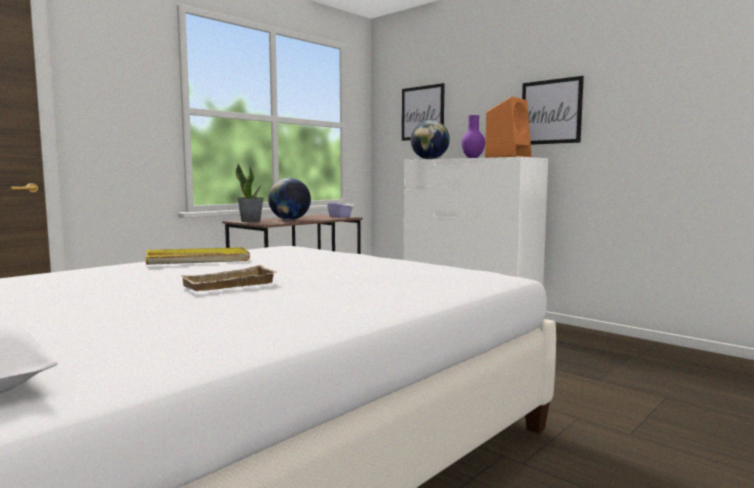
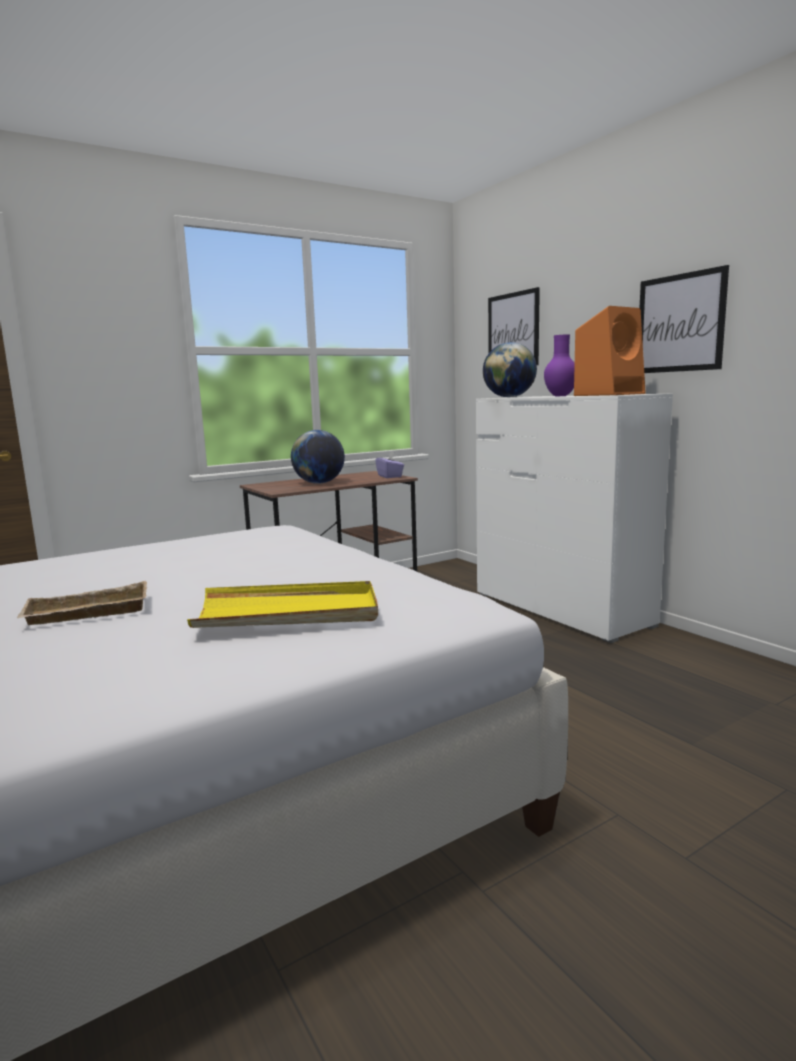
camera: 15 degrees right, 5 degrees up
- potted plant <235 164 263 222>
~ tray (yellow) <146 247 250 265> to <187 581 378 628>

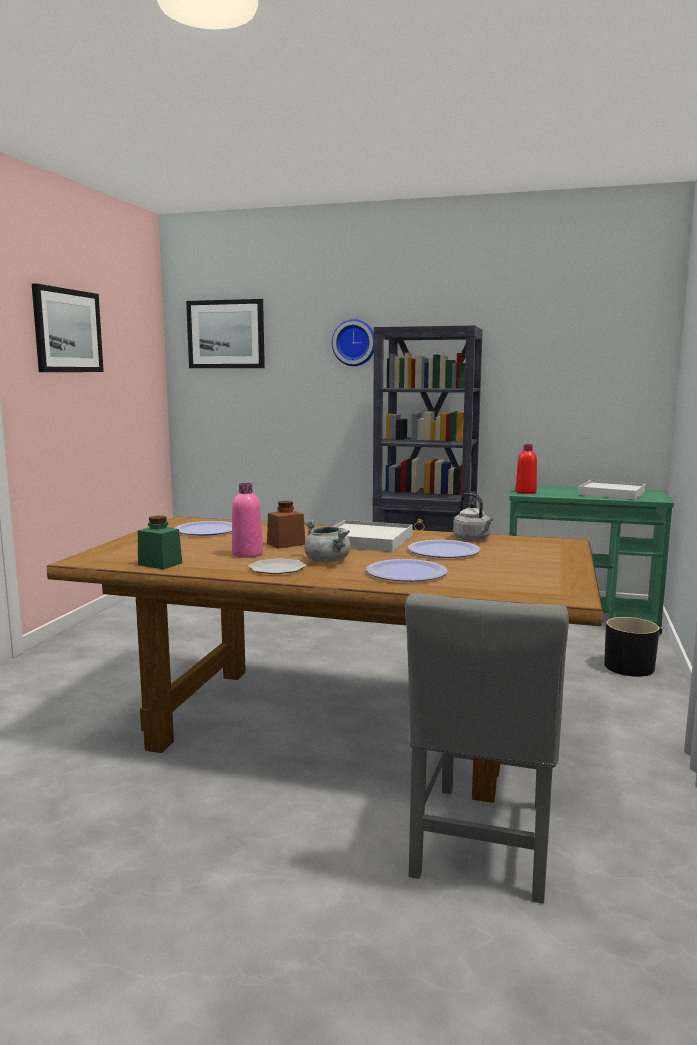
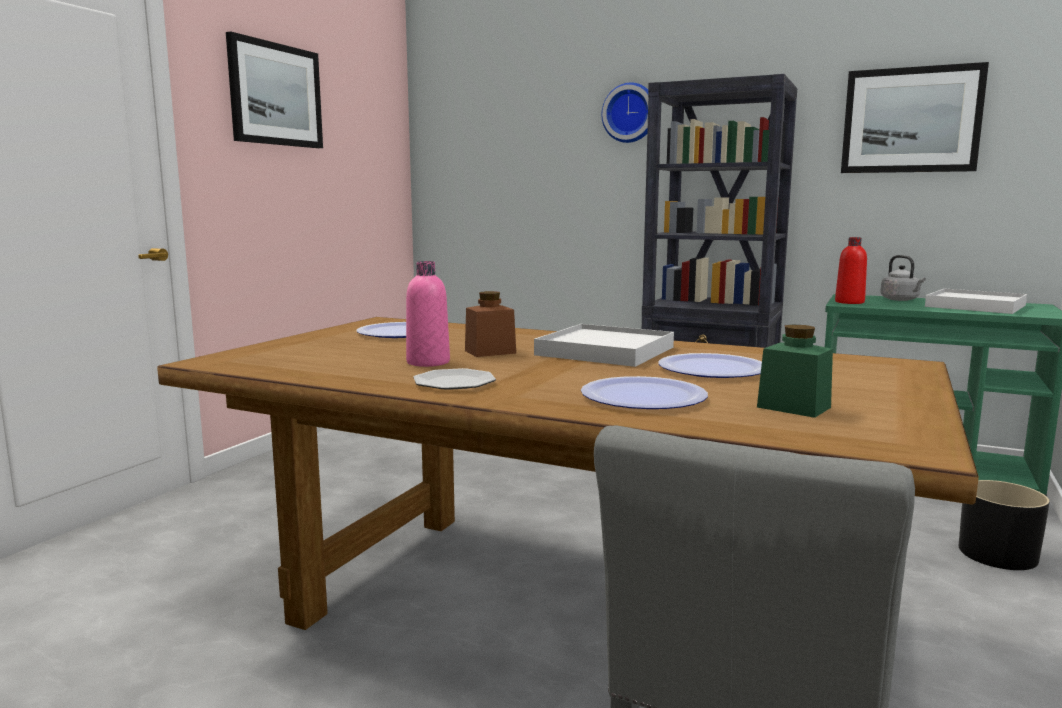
camera: 10 degrees right, 0 degrees up
- cooking pot (grey) <304 519 350 562>
~ jar (green) <138 516 182 569> to <757 325 833 418>
~ picture <186 299 265 368> to <841 62 989 173>
~ kettle (grey) <453 493 493 541> to <880 255 926 301>

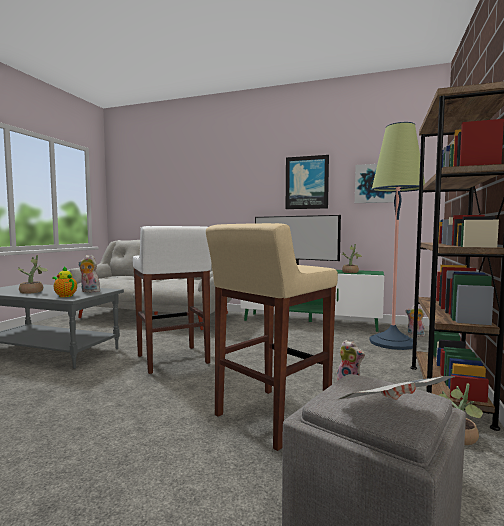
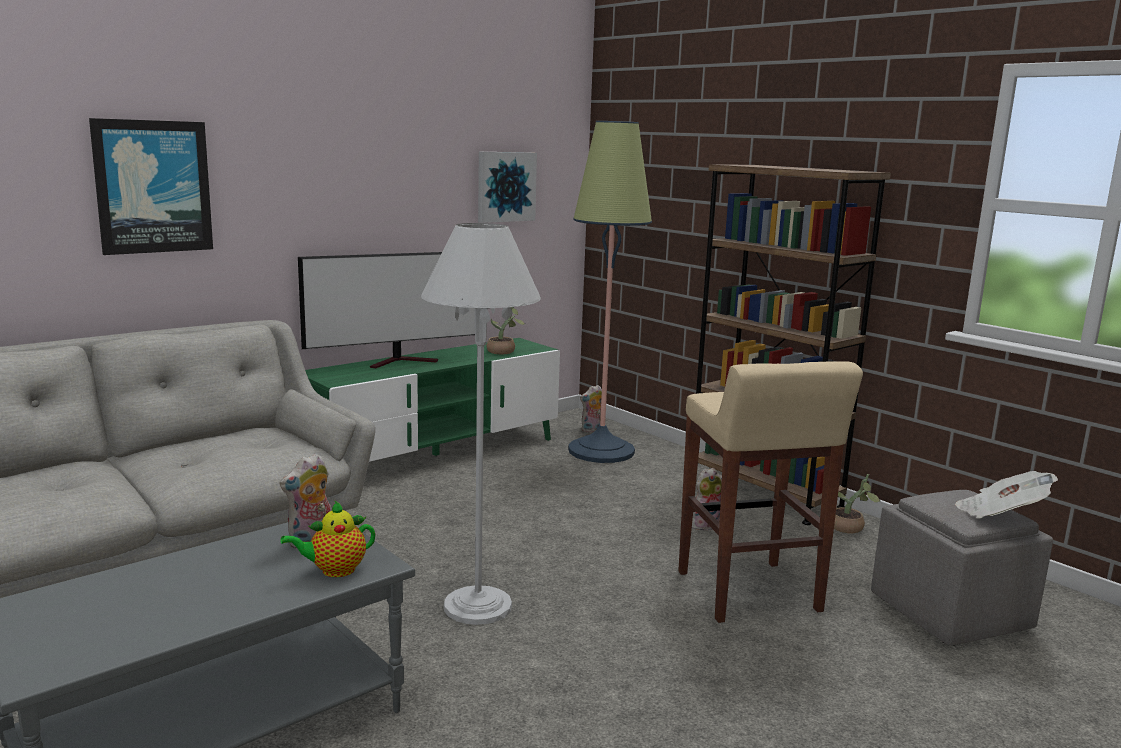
camera: 60 degrees left, 10 degrees up
- potted plant <18 255 48 294>
~ picture <286 155 329 209> to <89 118 213 255>
~ stool (white) <133 226 211 374> to floor lamp (white) <421 223 541 625>

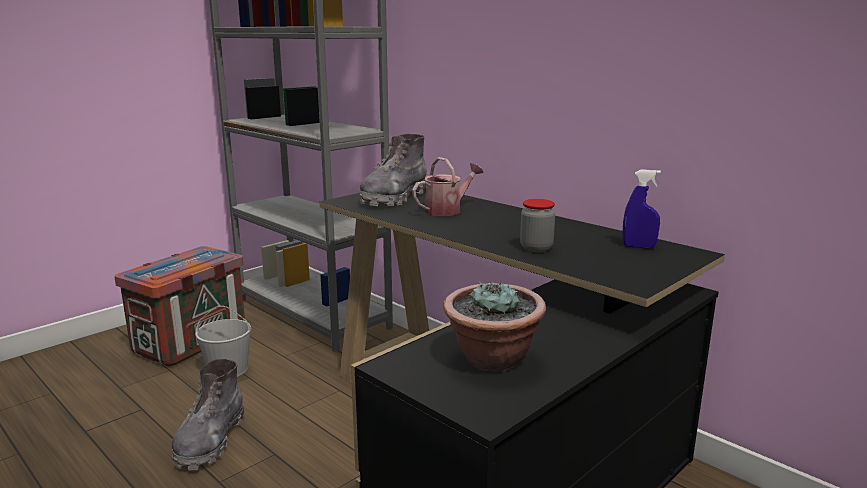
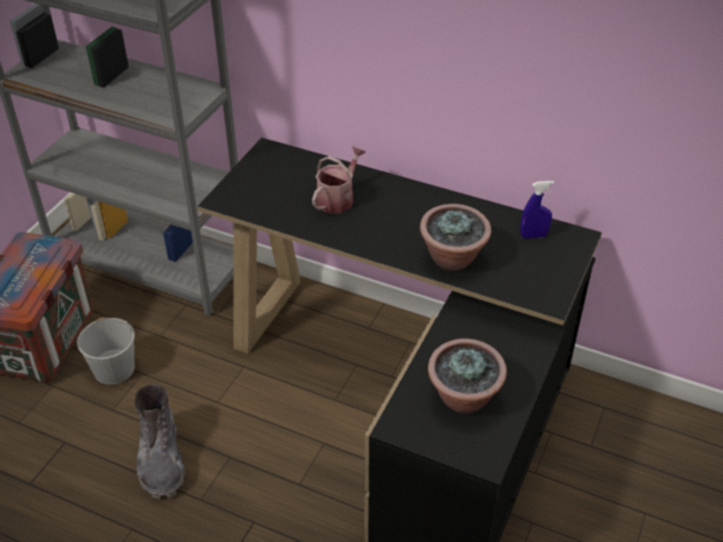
camera: 20 degrees left, 25 degrees up
- boot (grey) <360 134 427 206>
~ jar <520 199 555 252> to potted plant <420 204 491 271>

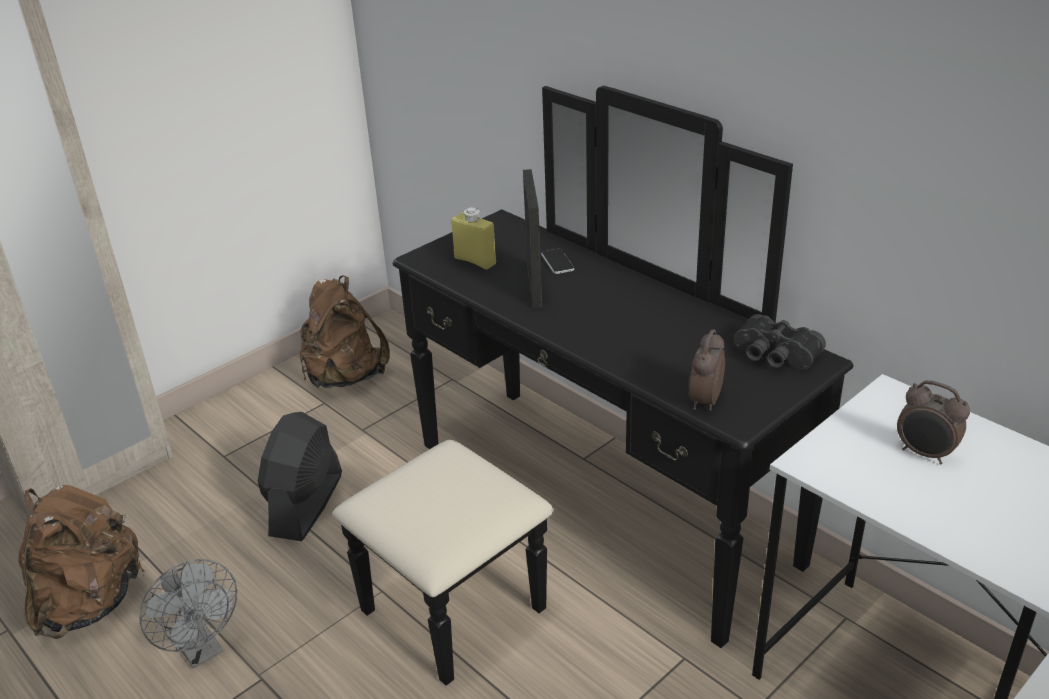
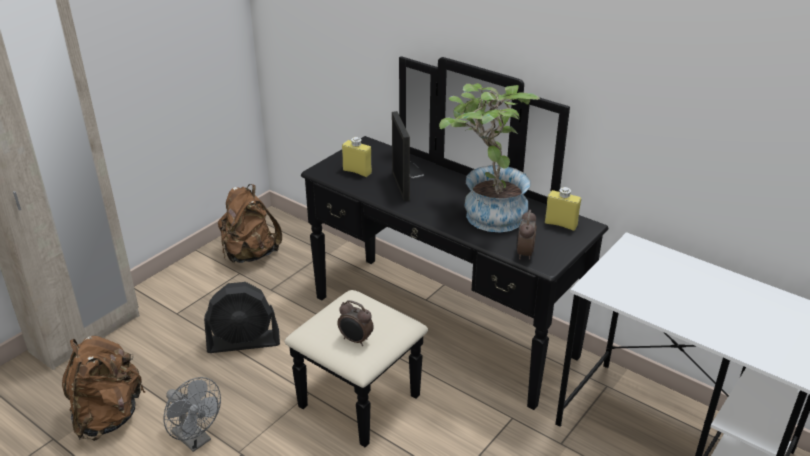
camera: 10 degrees left, 0 degrees up
+ potted plant <439 83 540 233>
~ alarm clock <897 380 970 464> to <337 300 374 346>
~ binoculars (black) <734 314 826 370> to bottle (yellow) <545 187 581 231>
~ fan (black) <258 412 342 541> = <204 282 280 353> 105 degrees counterclockwise

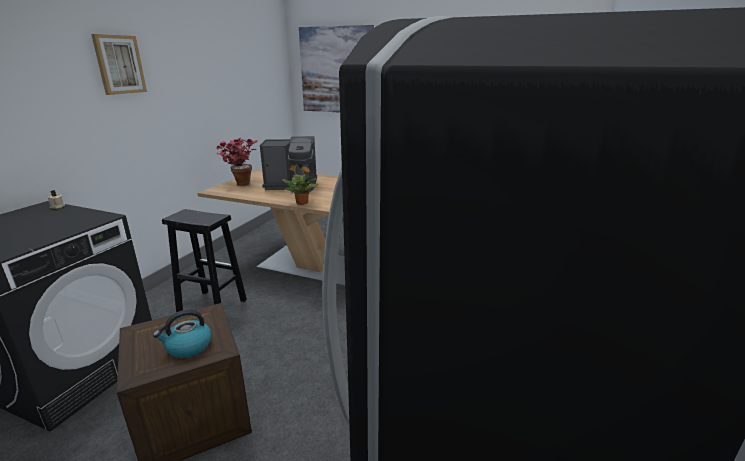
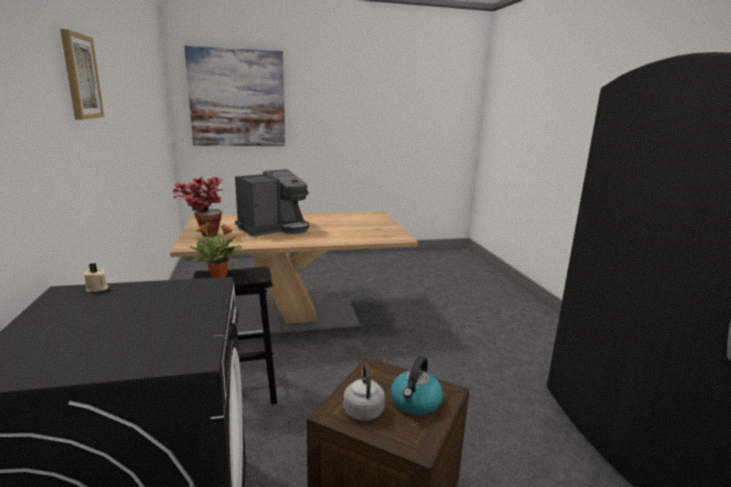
camera: 35 degrees left, 5 degrees down
+ kettle (grey) <344 363 385 421>
~ potted plant <282 164 319 205> to <189 222 243 278>

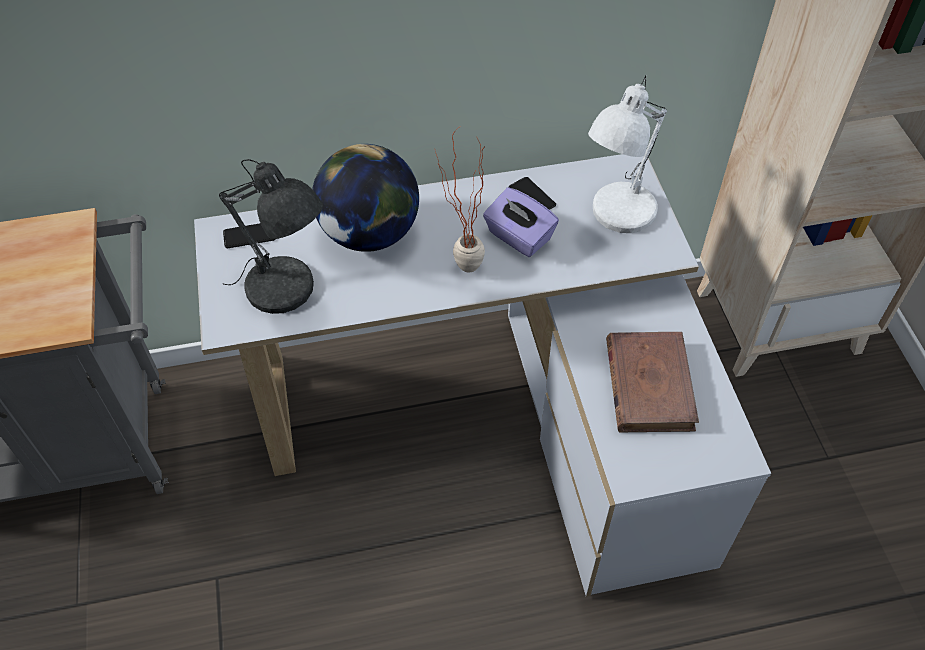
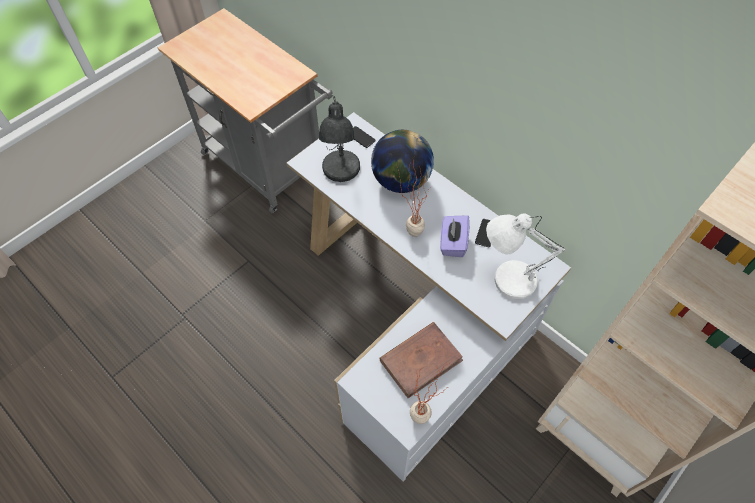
camera: 55 degrees right, 5 degrees up
+ potted plant <410 363 450 424>

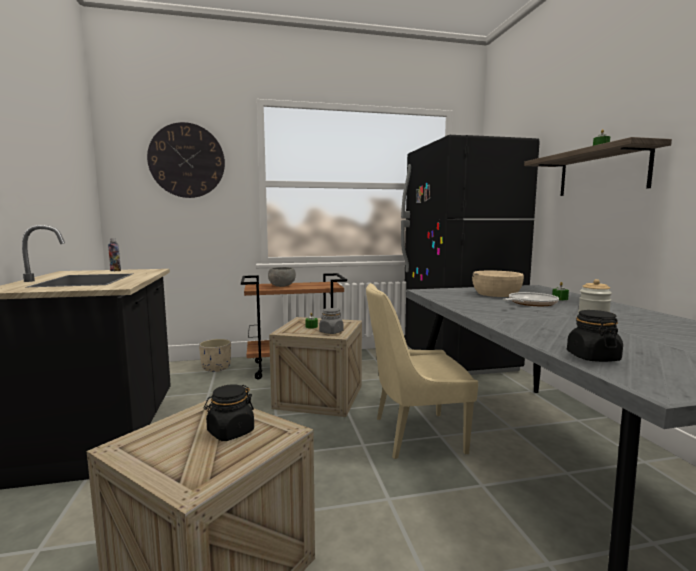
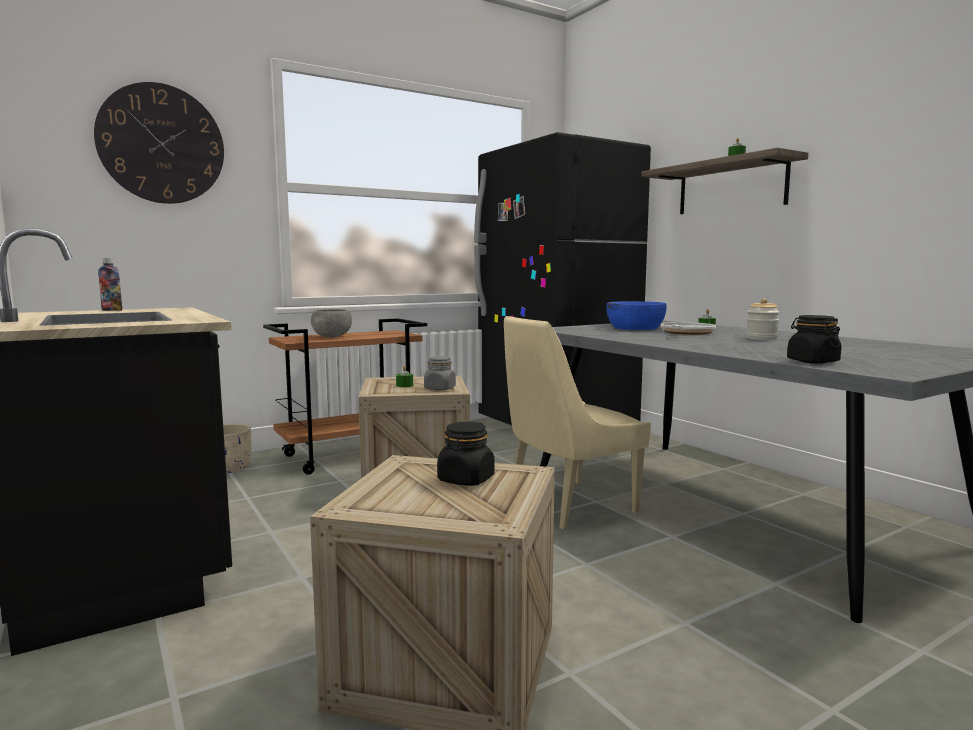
camera: 20 degrees left, 0 degrees up
~ bowl (beige) <472 270 524 297> to bowl (blue) <606 301 667 330>

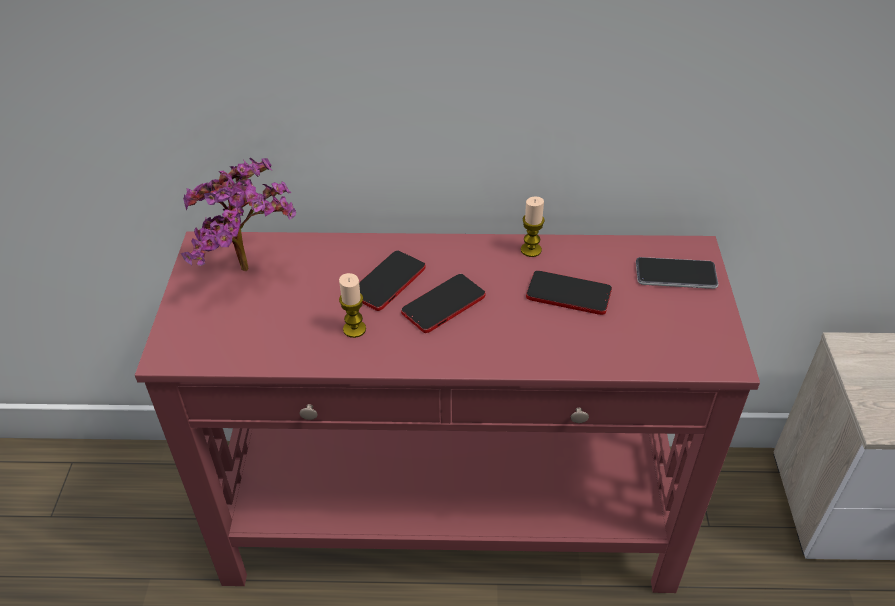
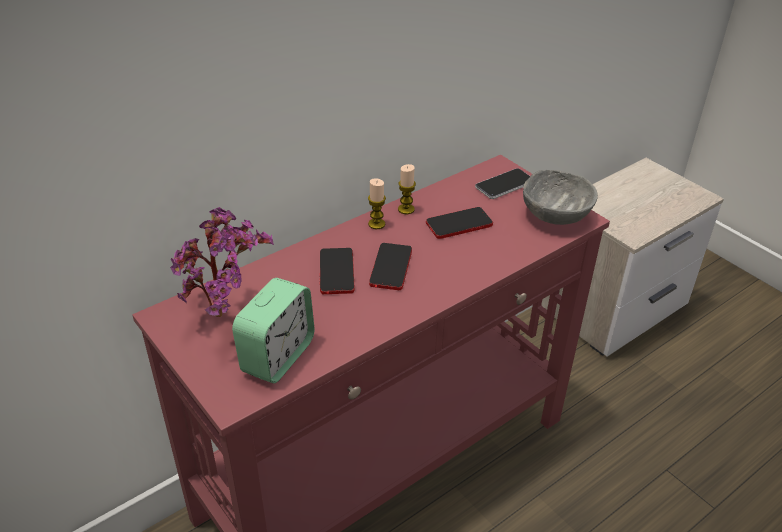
camera: 40 degrees left, 5 degrees down
+ alarm clock <232 278 315 383>
+ bowl (grey) <523 170 598 225>
~ candle <339 273 366 338> to <368 178 386 229>

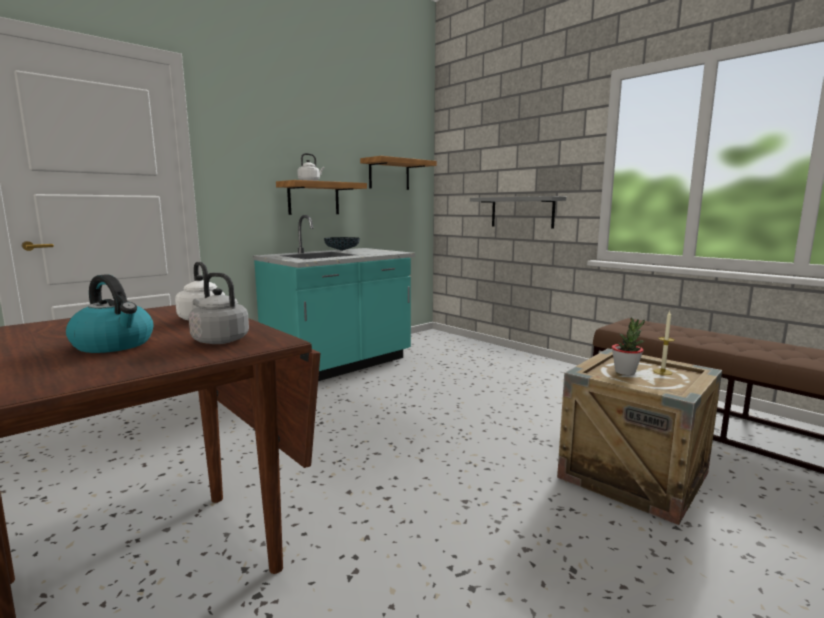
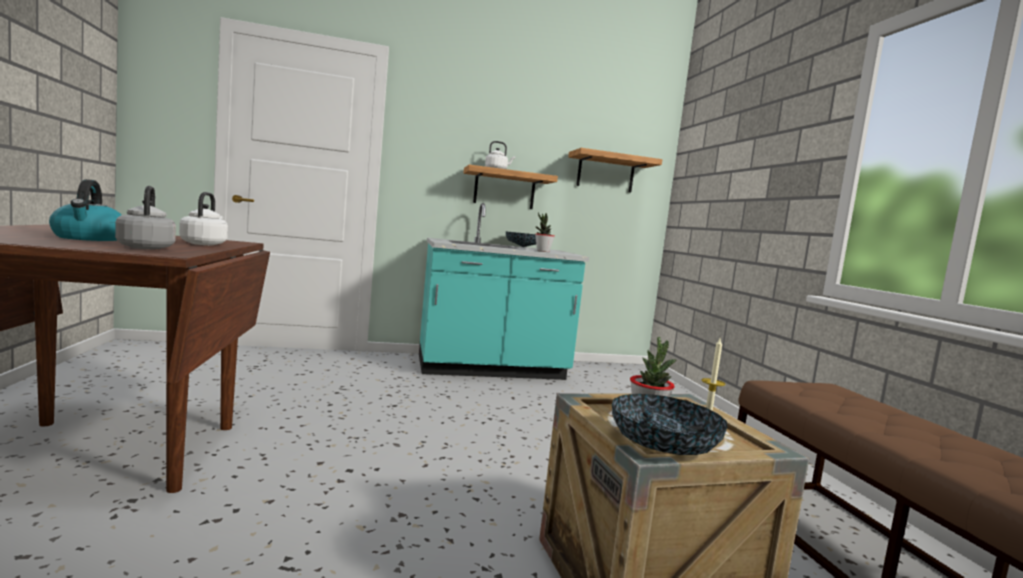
camera: 30 degrees right, 5 degrees down
- shelf (grey) <470 196 566 229>
+ potted plant <535 212 555 252>
+ bowl <612 394 728 455>

